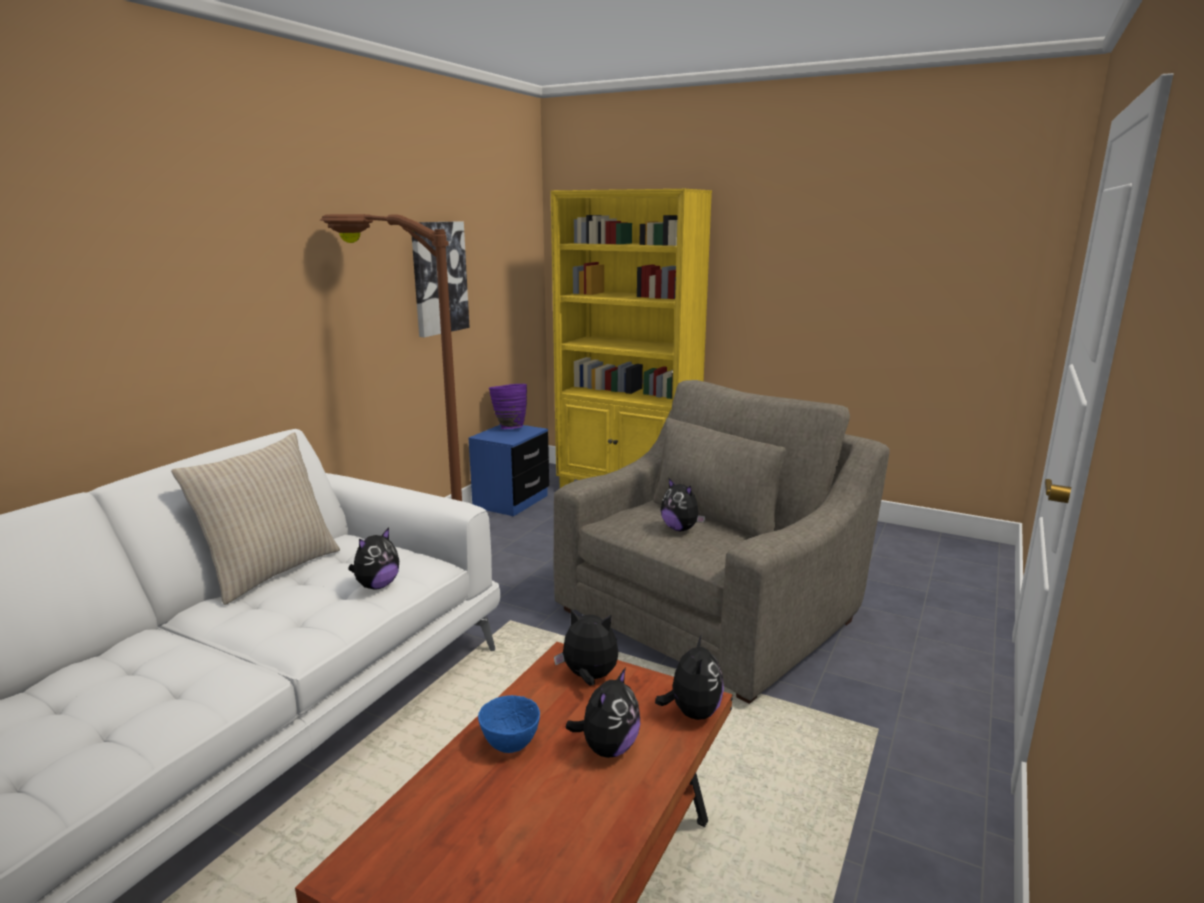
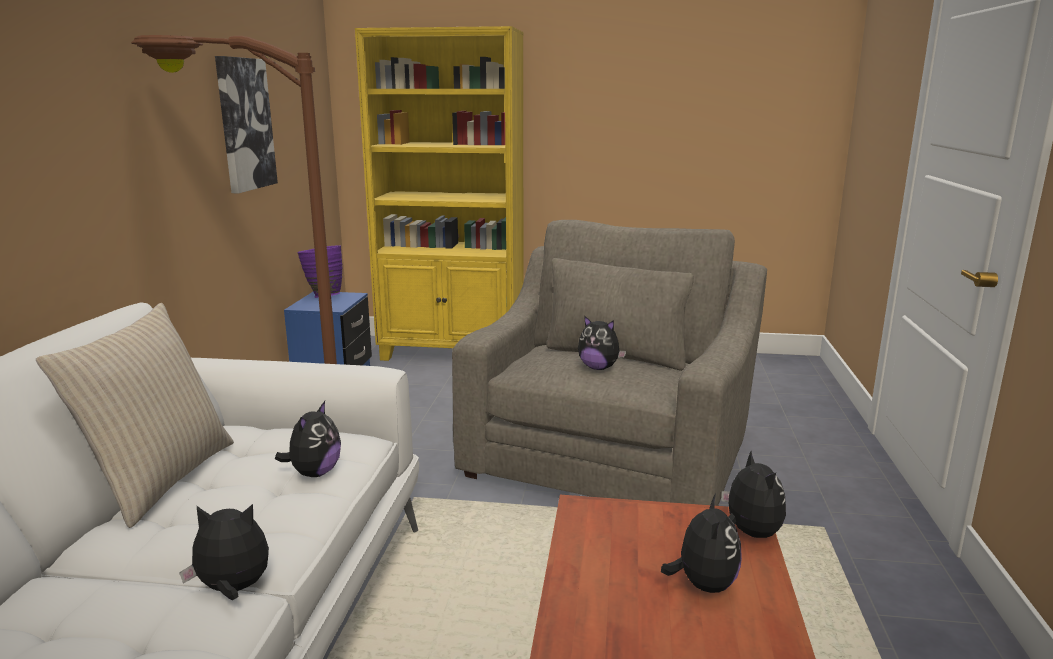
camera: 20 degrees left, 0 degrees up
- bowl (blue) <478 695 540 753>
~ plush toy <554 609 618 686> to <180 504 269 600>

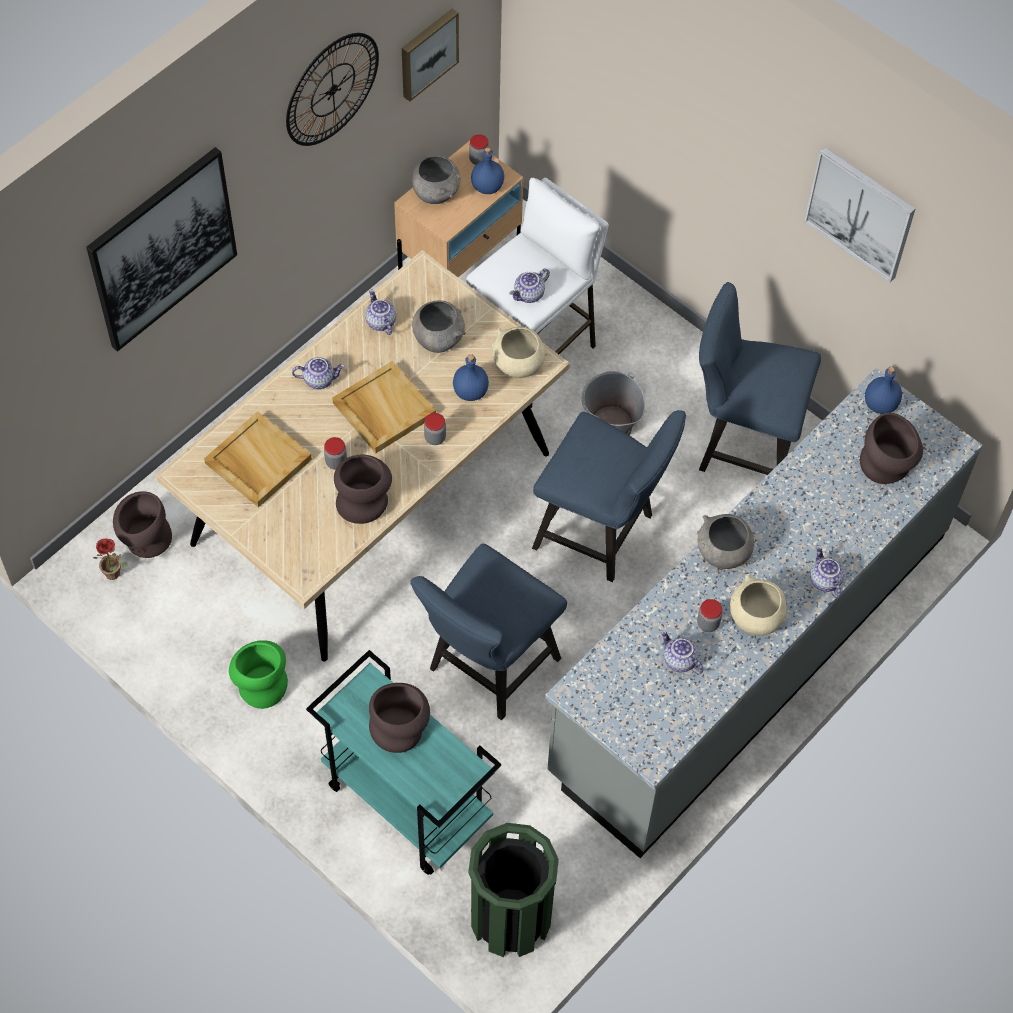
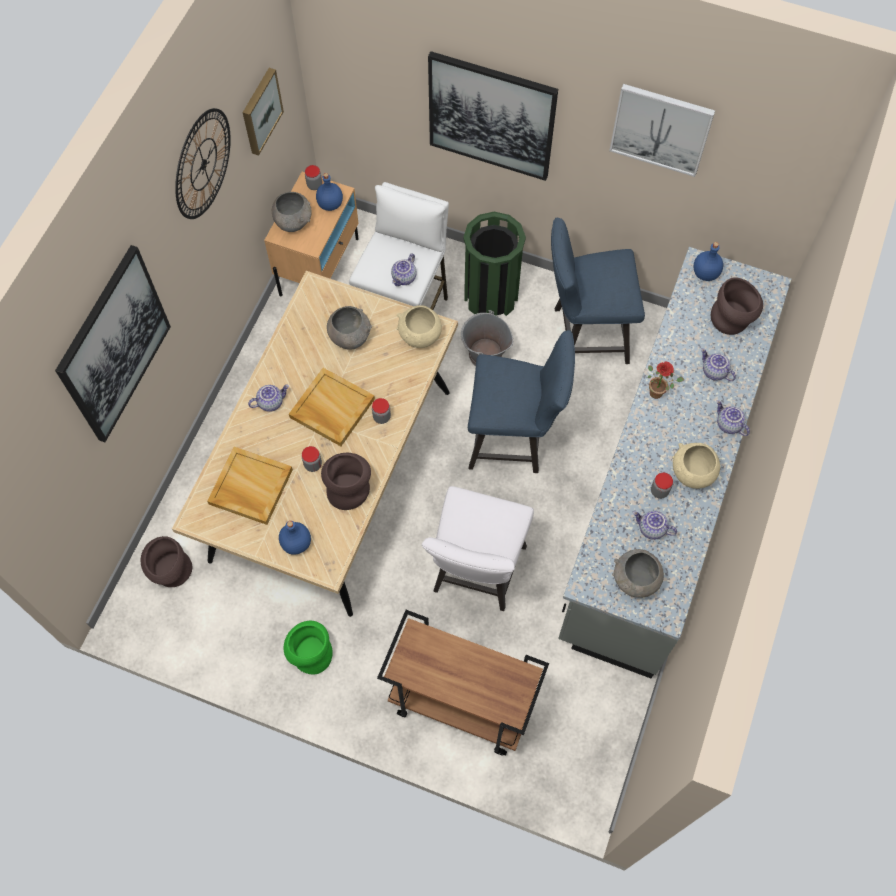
camera: 20 degrees left, 5 degrees up
- vase (brown) <369 683 430 753>
+ picture <428 51 558 181>
~ potted plant <93 539 128 580> to <647 362 684 399>
~ teapot <365 289 396 335> to <701 348 736 381>
~ bottle (blue) <453 354 489 401> to <279 521 311 555>
~ trash can (green) <468 823 559 957> to <463 212 526 316>
~ bowl (grey) <697 514 754 569> to <612 549 664 598>
~ cart (turquoise) <306 650 501 875> to cart (brown) <377 610 549 756>
~ chair (blue) <411 544 567 720> to chair (white) <422 486 534 611>

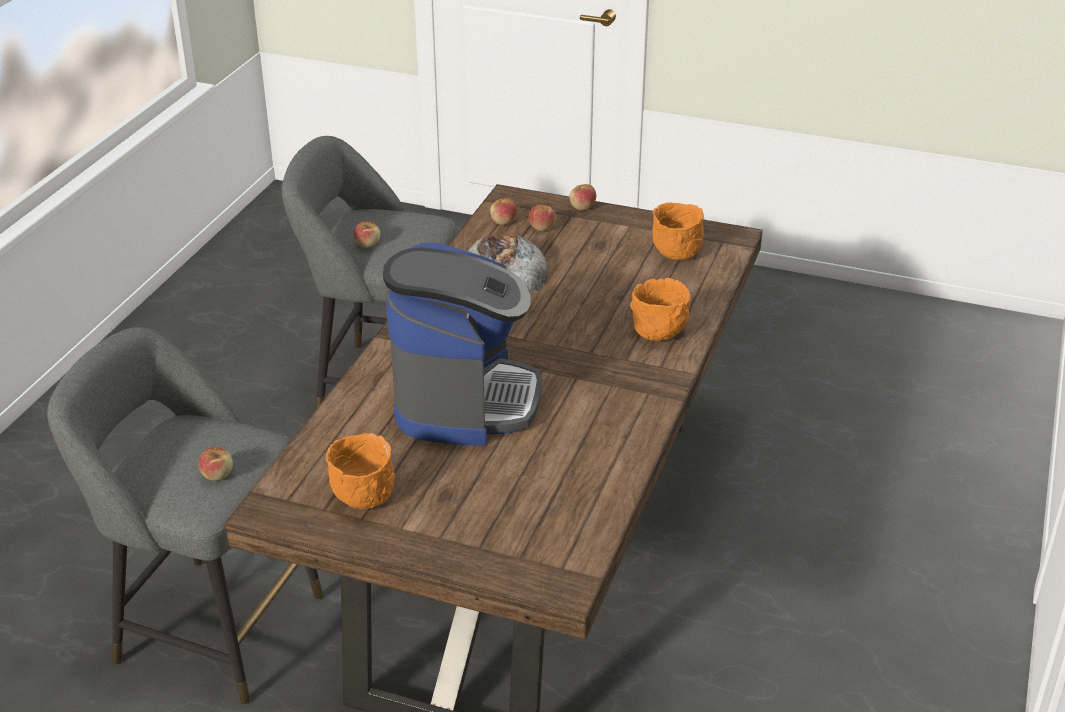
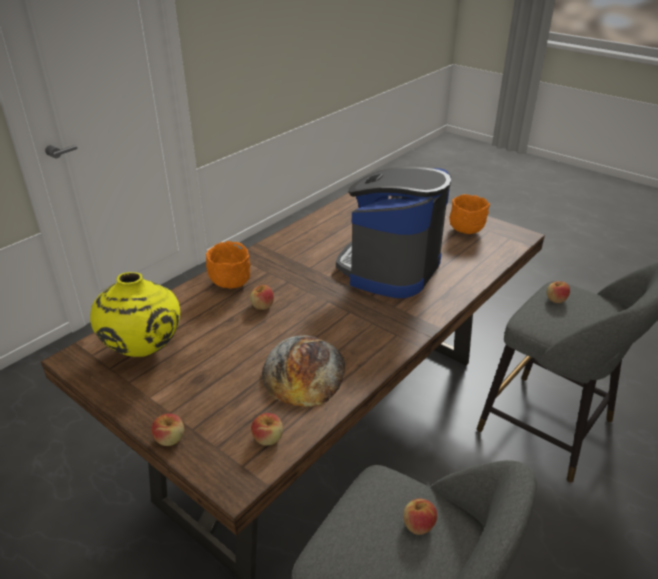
camera: 160 degrees left, 0 degrees up
~ apple <529 205 556 231> to <250 285 274 310>
~ bowl (orange) <652 203 704 260> to vase (yellow) <90 272 180 357>

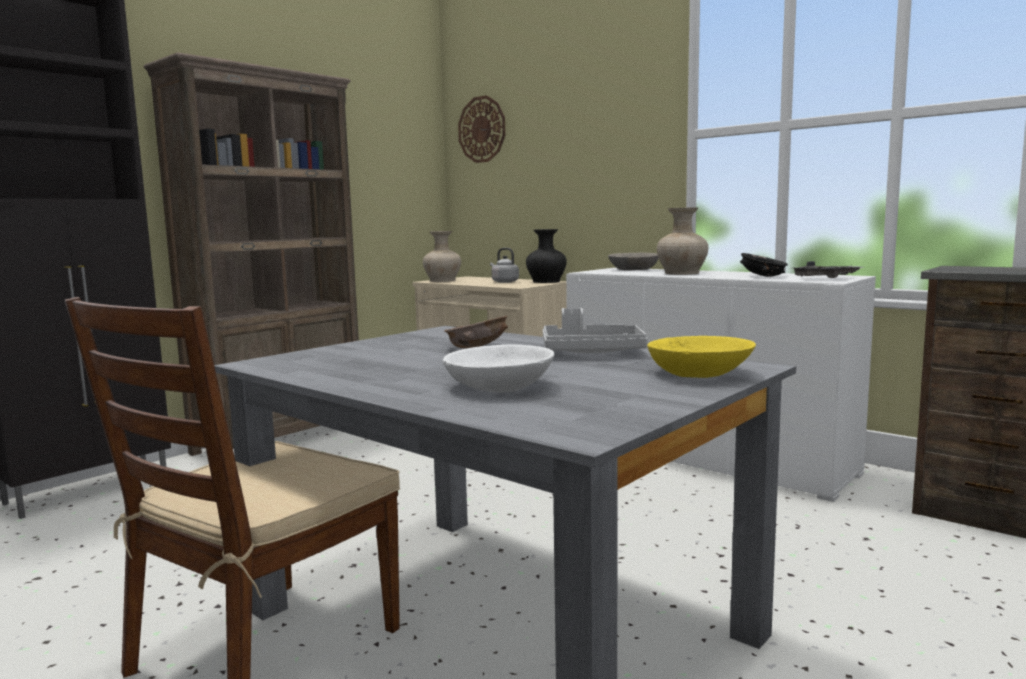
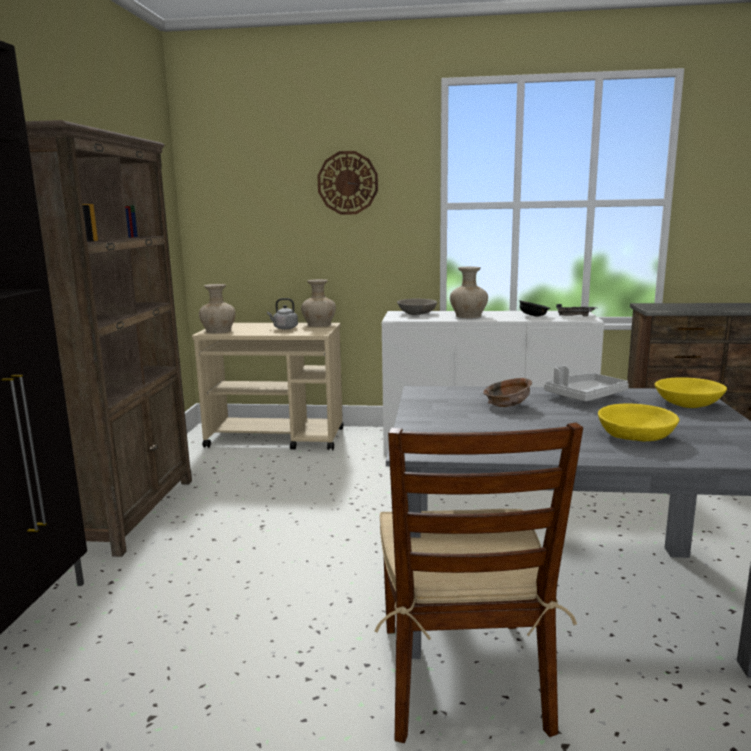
camera: 35 degrees left, 5 degrees up
~ wall clock <458 95 505 163> to <317 151 378 215>
~ bowl (white) <443 345 554 393> to bowl (yellow) <598 404 679 441>
~ vase (black) <526 229 567 283> to vase (beige) <301 279 336 327>

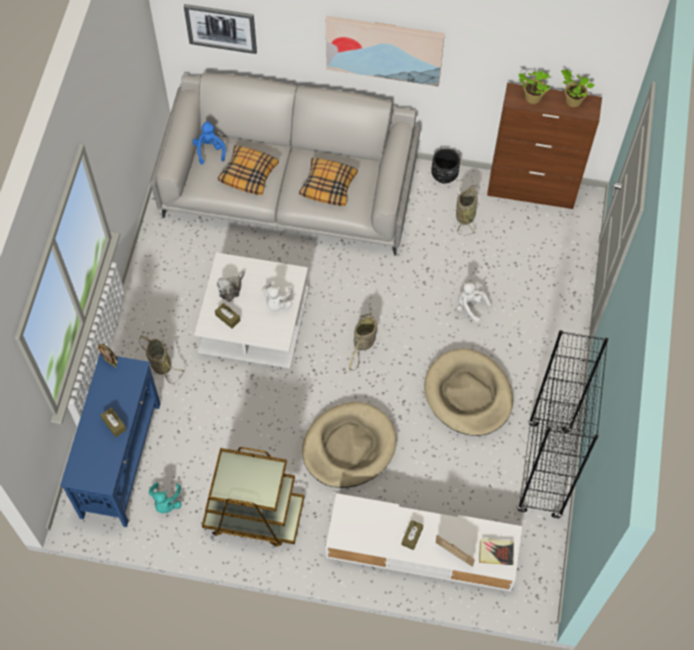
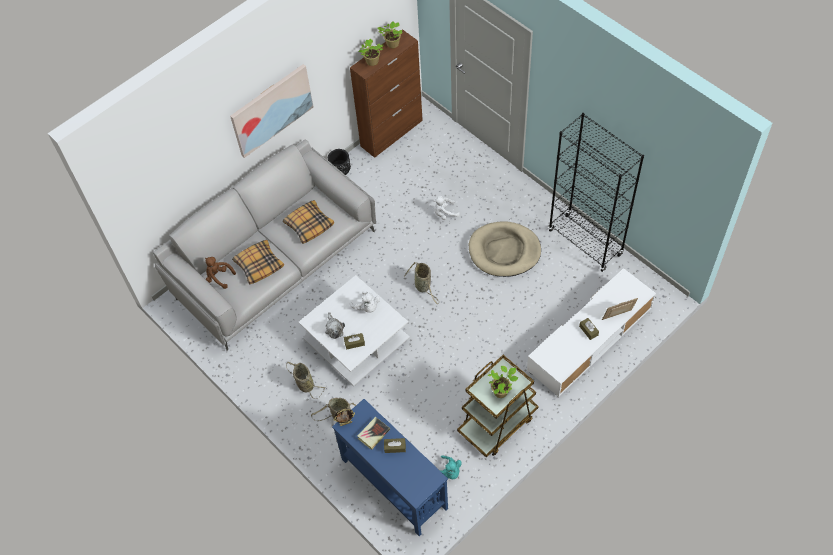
camera: 50 degrees left, 5 degrees down
- picture <184 4 257 54>
- dog bed (beige) <302 402 397 488>
+ potted plant <488 366 518 398>
~ basket <456 185 478 235> to <286 362 325 399>
~ book <479 538 514 565> to <358 417 390 450>
~ plush toy (blue) <192 121 226 164> to plush toy (brown) <205 257 236 289>

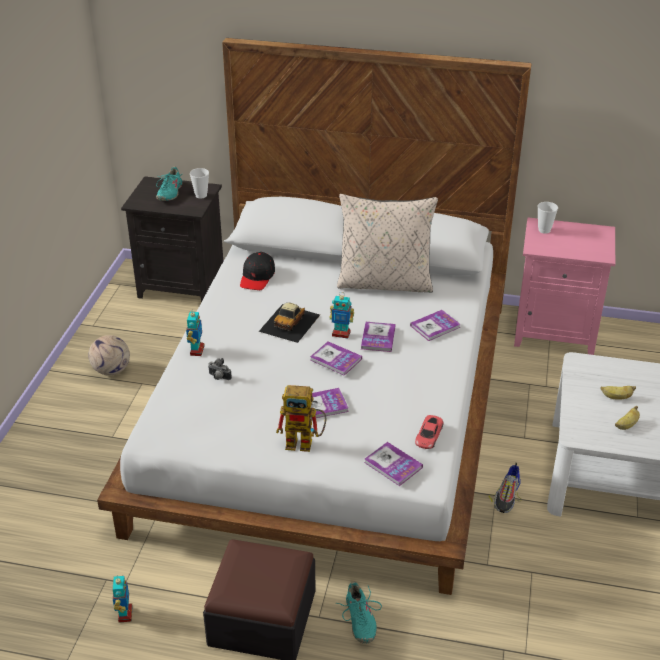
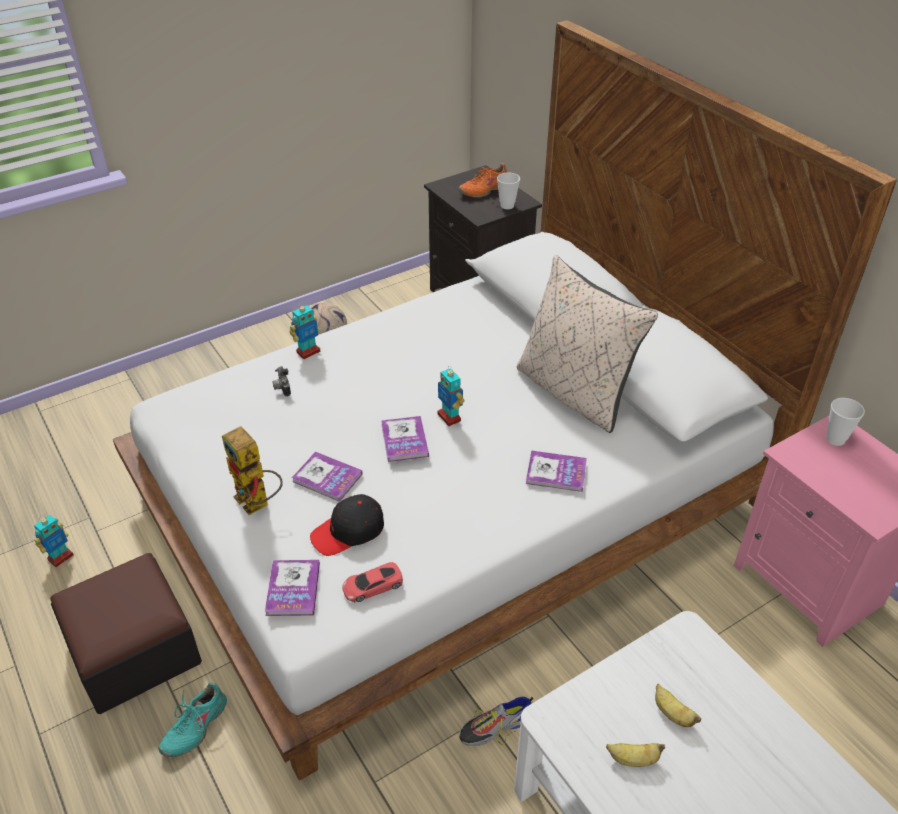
camera: 45 degrees right, 5 degrees up
- toy car <259 303 320 343>
- book <361 322 395 352>
~ cap (black) <240 252 275 290> to <310 494 384 556>
~ shoe (turquoise) <156 166 184 201> to shoe (orange) <458 163 508 198>

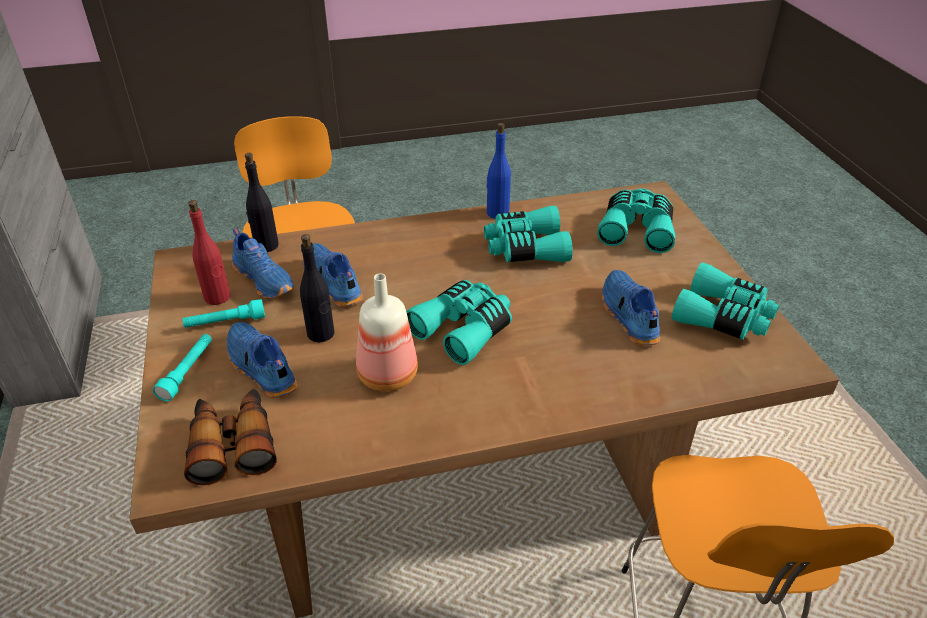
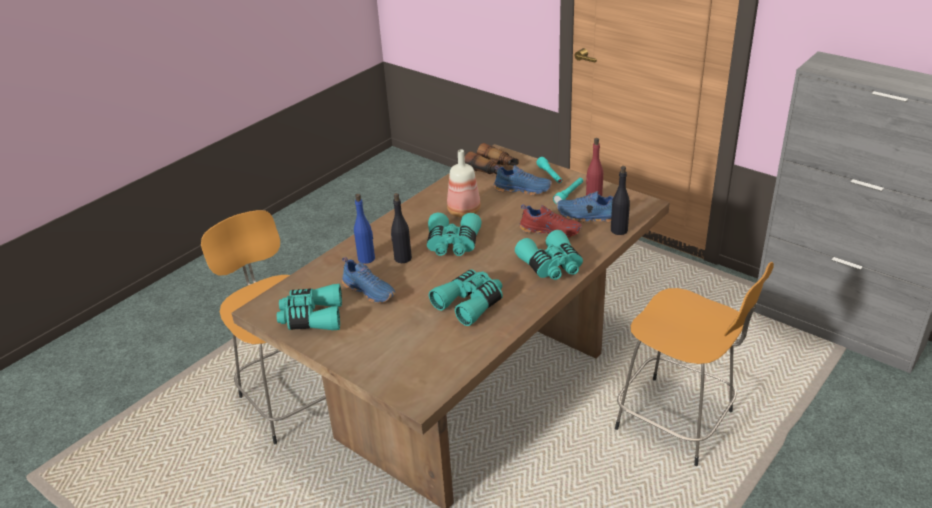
camera: 145 degrees right, 5 degrees down
~ bottle (black) <300 234 335 342> to <391 193 412 263>
~ bottle (blue) <487 123 511 219> to <354 194 375 264>
~ binoculars (turquoise) <597 188 675 253> to <515 230 583 280>
~ shoe (blue) <303 243 363 307> to shoe (red) <519 204 582 238>

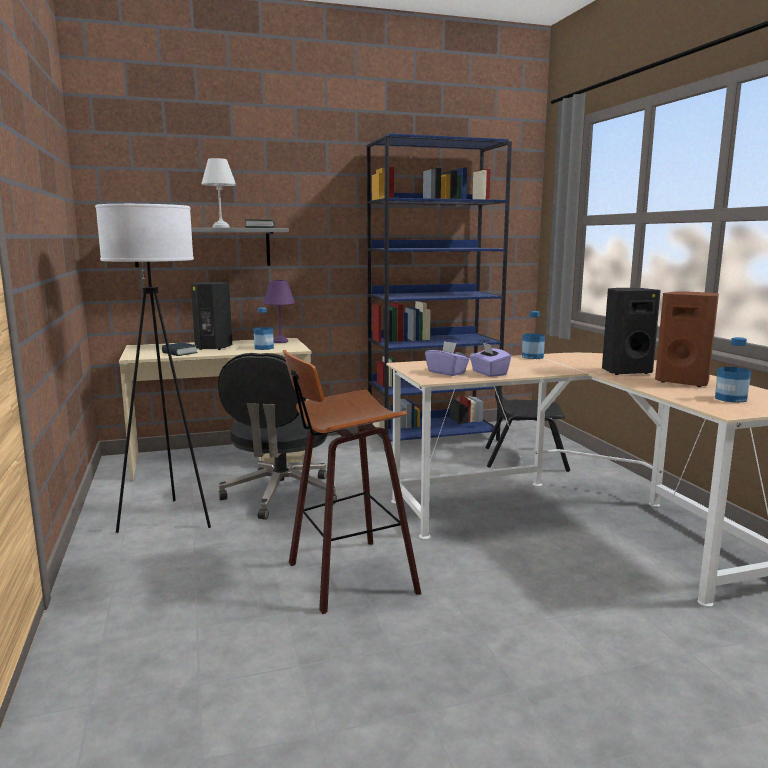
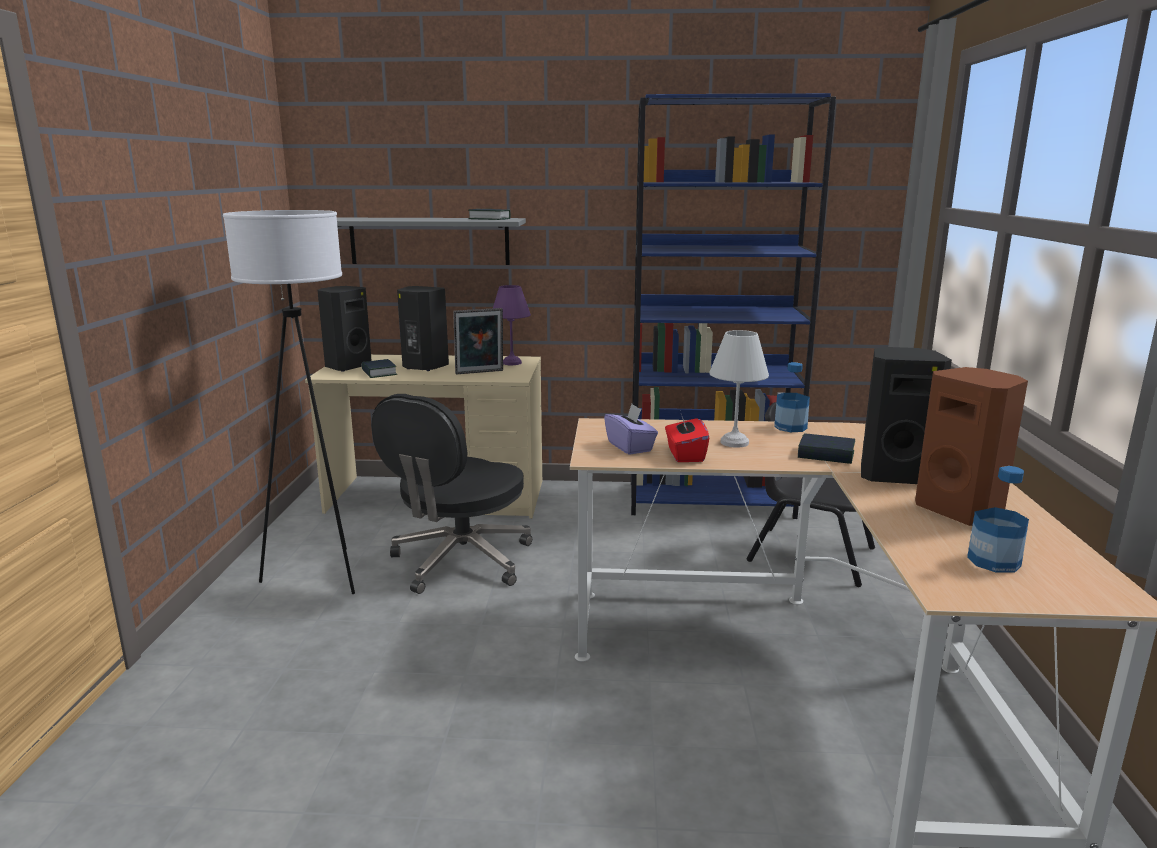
camera: 20 degrees right, 5 degrees up
- stool <283 350 421 614>
+ speaker (black) <318 286 372 372>
+ book <798 433 855 464>
~ table lamp (white) <201 158 236 228> to <709 330 769 448>
~ bottle <253 308 274 350> to picture frame <453 308 503 374>
~ tissue box (purple) <469 342 511 377> to tissue box (red) <665 414 709 462>

